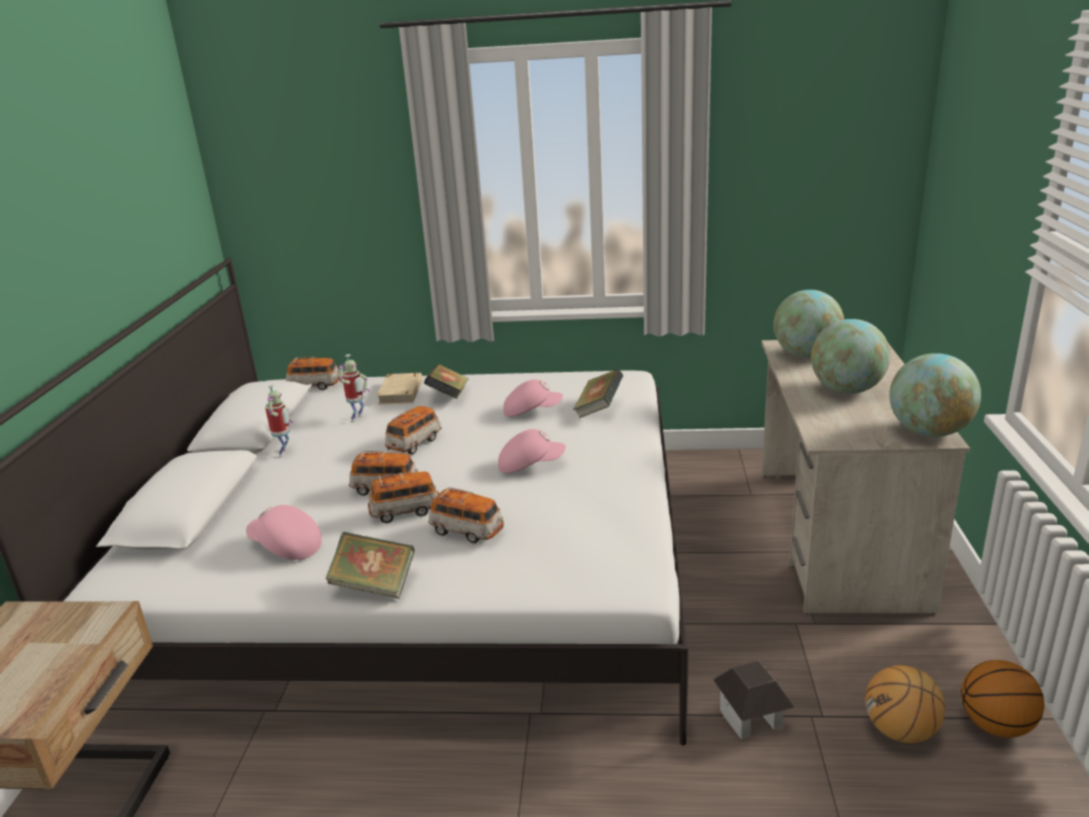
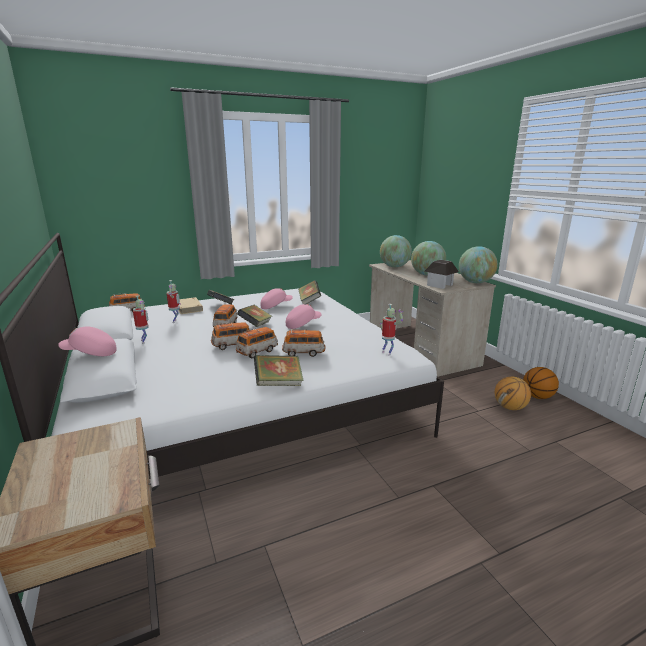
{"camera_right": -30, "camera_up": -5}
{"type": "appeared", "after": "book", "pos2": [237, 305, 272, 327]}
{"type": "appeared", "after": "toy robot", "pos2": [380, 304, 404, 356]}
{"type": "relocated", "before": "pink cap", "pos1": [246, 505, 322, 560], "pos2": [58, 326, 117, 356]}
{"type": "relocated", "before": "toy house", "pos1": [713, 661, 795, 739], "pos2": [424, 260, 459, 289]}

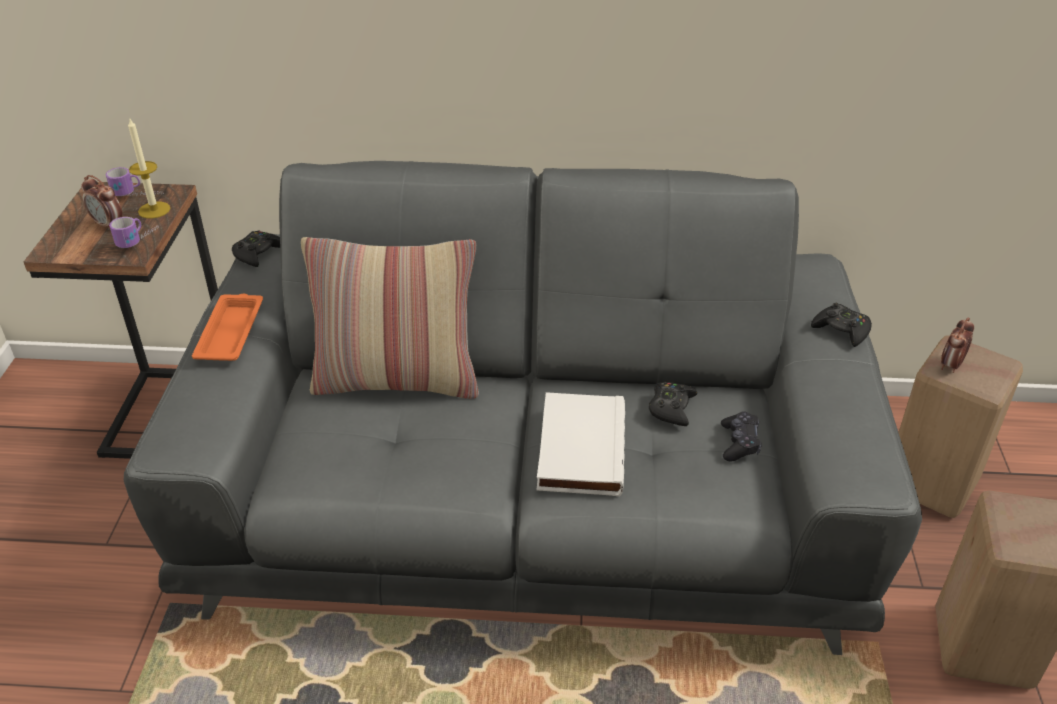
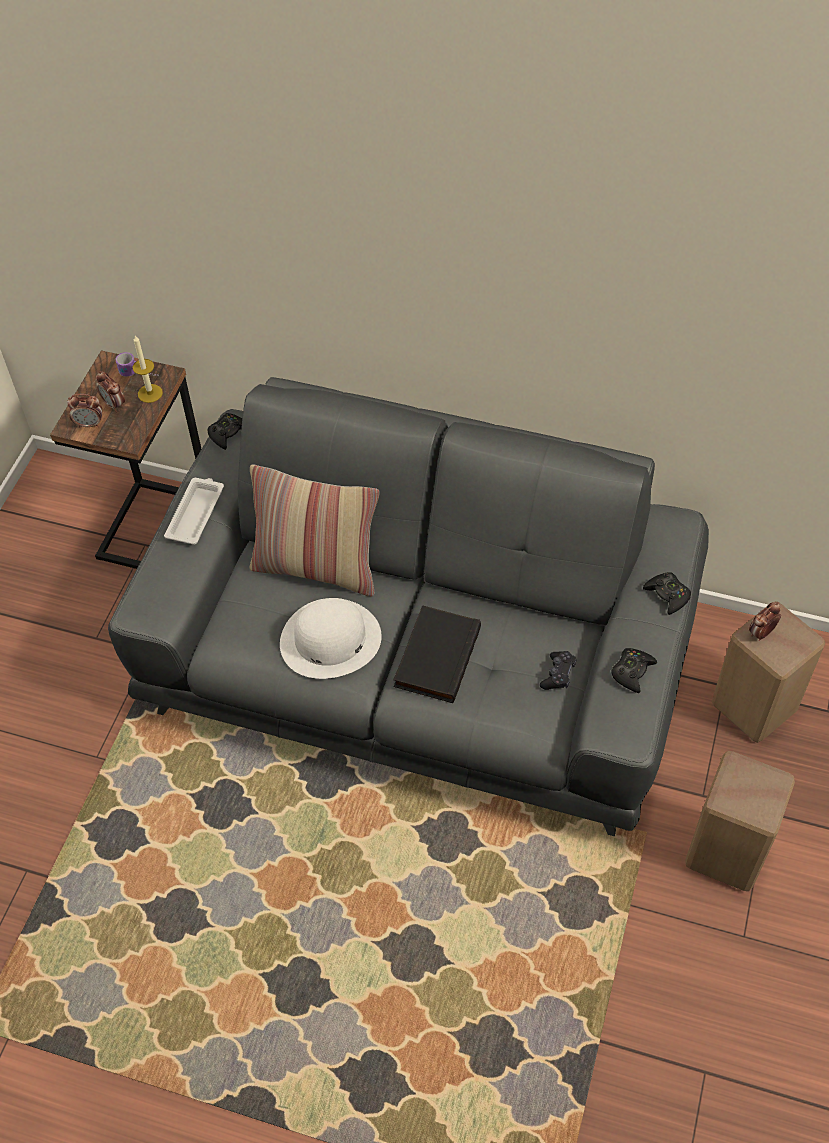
{"camera_right": 15, "camera_up": 15}
{"type": "missing", "before": "mug", "pos1": [109, 217, 159, 248]}
{"type": "appeared", "after": "alarm clock", "pos2": [67, 394, 102, 428]}
{"type": "appeared", "after": "white hat", "pos2": [280, 598, 382, 679]}
{"type": "relocated", "before": "black game controller", "pos1": [649, 382, 698, 426], "pos2": [611, 648, 657, 693]}
{"type": "colour", "before": "orange tray", "after": "white tray", "pos1": [192, 293, 263, 361], "pos2": [164, 478, 224, 545]}
{"type": "colour", "before": "white book", "after": "black book", "pos1": [536, 392, 625, 496], "pos2": [393, 605, 481, 703]}

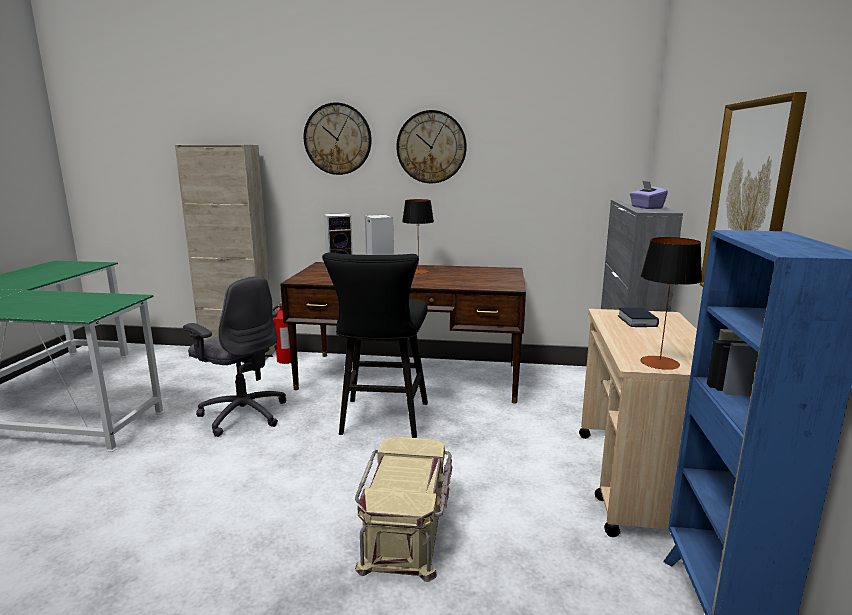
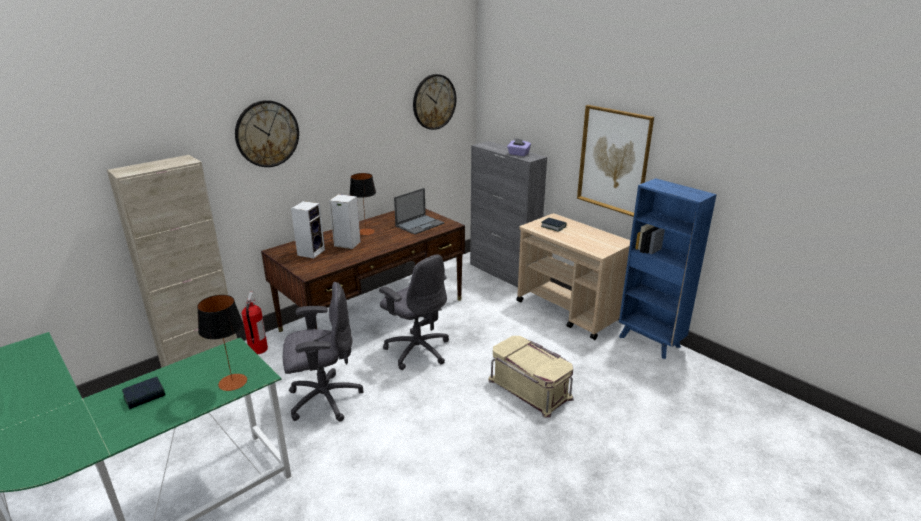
{"camera_right": -50, "camera_up": 10}
{"type": "appeared", "after": "book", "pos2": [122, 377, 165, 409]}
{"type": "appeared", "after": "laptop", "pos2": [394, 188, 444, 235]}
{"type": "relocated", "before": "wall clock", "pos1": [396, 110, 467, 183], "pos2": [413, 74, 456, 130]}
{"type": "relocated", "before": "table lamp", "pos1": [640, 237, 702, 370], "pos2": [197, 295, 247, 391]}
{"type": "exchanged", "before": "black stool", "after": "grey office chair", "pos1": [322, 252, 428, 438], "pos2": [379, 254, 449, 370]}

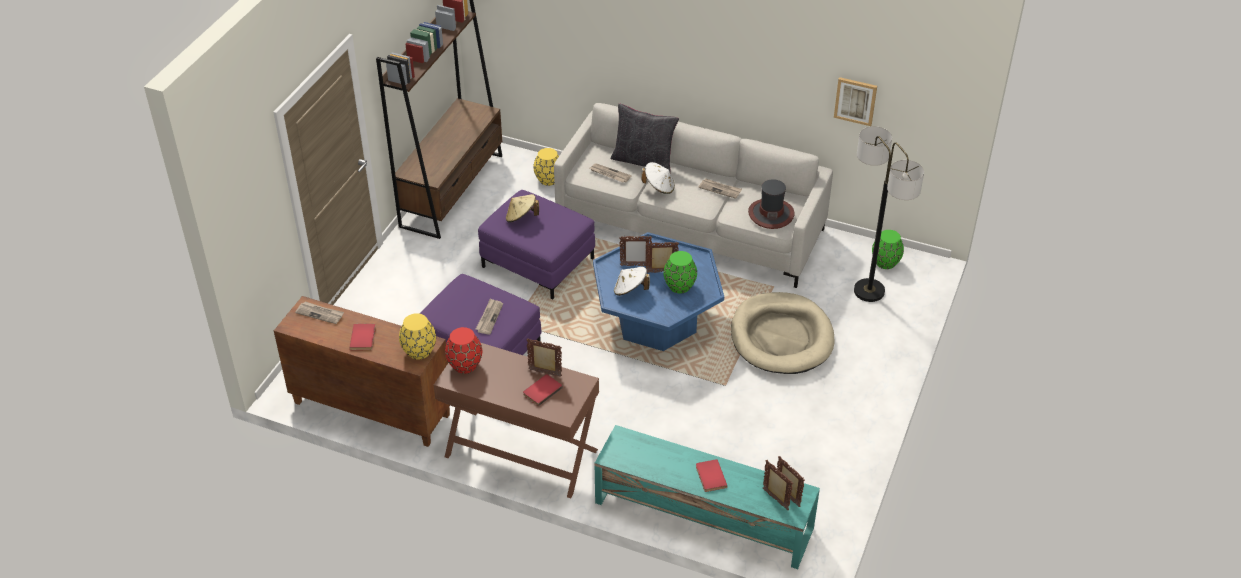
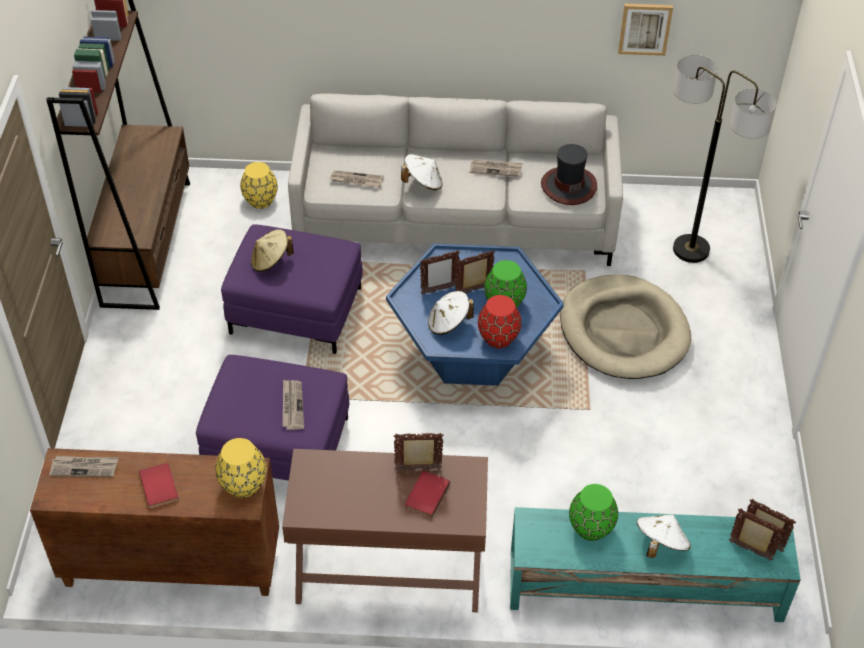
{"camera_right": -20, "camera_up": 5}
{"type": "missing", "before": "black pillow", "pos1": [611, 103, 679, 172]}
{"type": "relocated", "before": "red vase", "pos1": [445, 327, 482, 374], "pos2": [478, 295, 521, 348]}
{"type": "relocated", "before": "green vase", "pos1": [872, 230, 904, 269], "pos2": [569, 484, 618, 541]}
{"type": "exchanged", "before": "red book", "after": "white hat", "pos1": [696, 459, 727, 492], "pos2": [637, 514, 691, 558]}

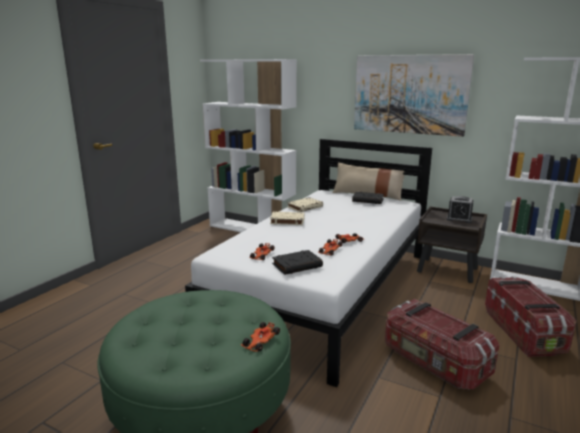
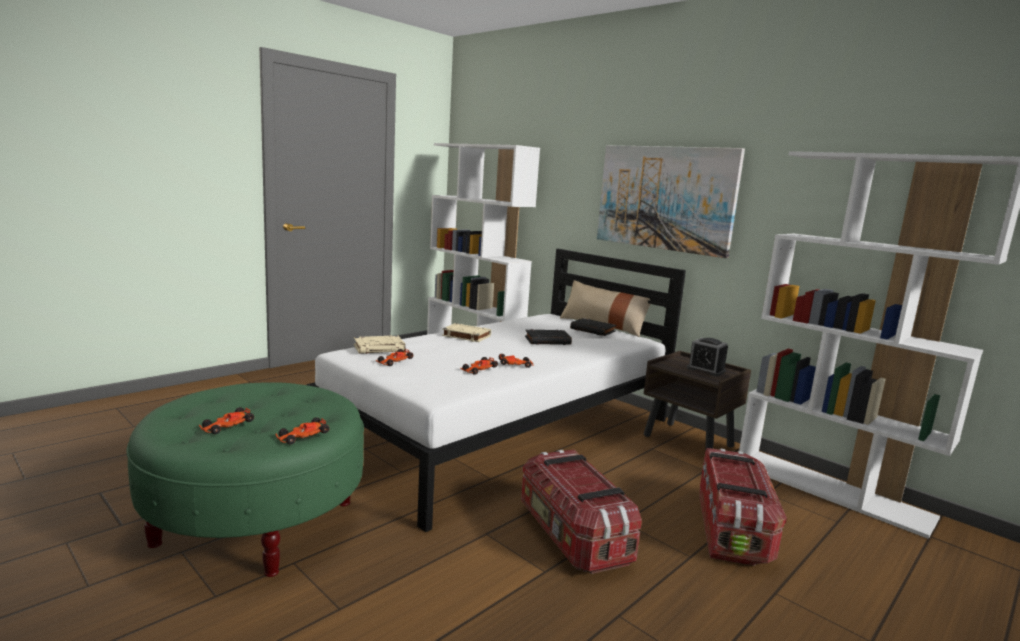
{"camera_right": 15, "camera_up": -5}
{"type": "appeared", "after": "toy car", "pos2": [199, 407, 254, 434]}
{"type": "relocated", "before": "black book", "pos1": [272, 250, 323, 275], "pos2": [525, 329, 572, 345]}
{"type": "relocated", "before": "beige book", "pos1": [287, 197, 323, 212], "pos2": [354, 335, 405, 354]}

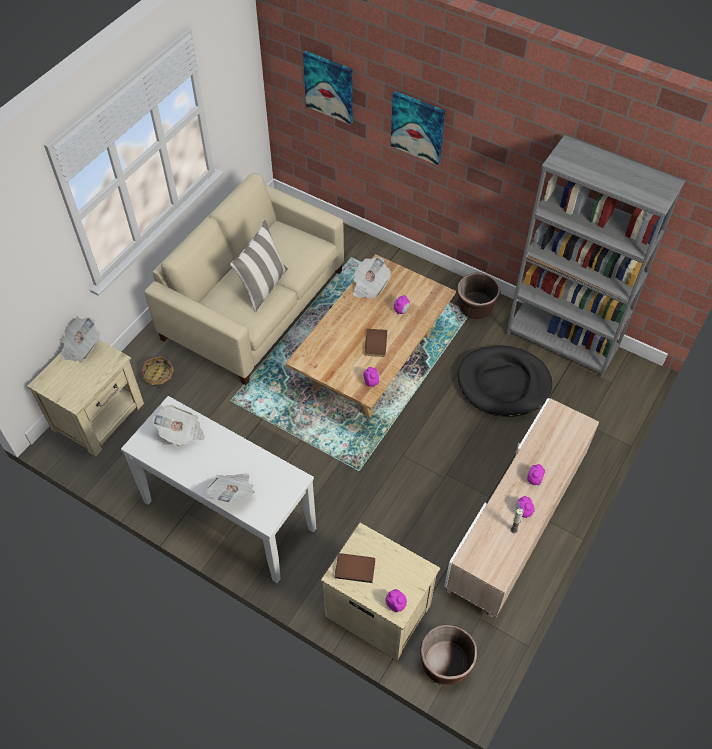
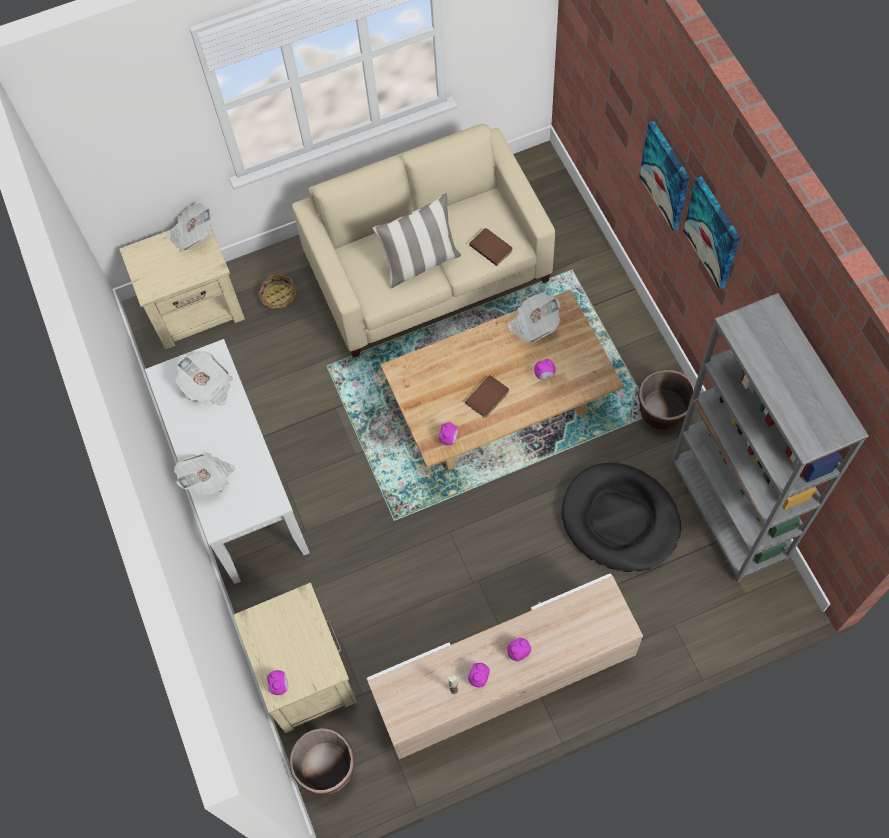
{"camera_right": 40, "camera_up": 10}
{"type": "relocated", "before": "picture", "pos1": [303, 51, 353, 124], "pos2": [683, 176, 740, 290]}
{"type": "relocated", "before": "brown book", "pos1": [334, 553, 375, 583], "pos2": [469, 228, 512, 266]}

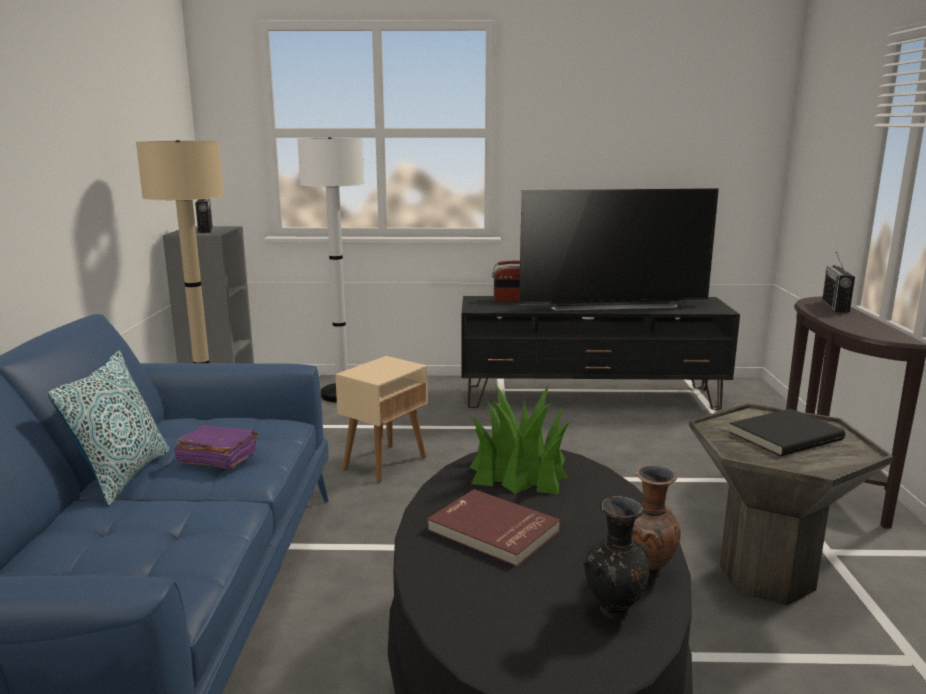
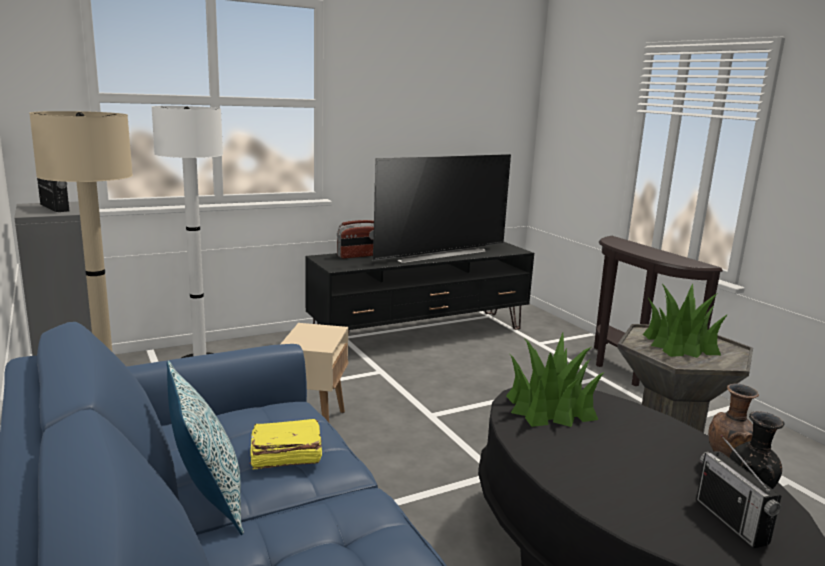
{"camera_right": -30, "camera_up": 0}
{"type": "missing", "before": "red book", "pos1": [427, 489, 561, 567]}
{"type": "relocated", "before": "radio", "pos1": [822, 252, 855, 313], "pos2": [696, 435, 781, 549]}
{"type": "exchanged", "before": "black book", "after": "potted plant", "pos1": [729, 409, 845, 457], "pos2": [643, 283, 728, 358]}
{"type": "colour", "before": "purple book", "after": "yellow book", "pos1": [174, 425, 258, 469], "pos2": [250, 419, 322, 469]}

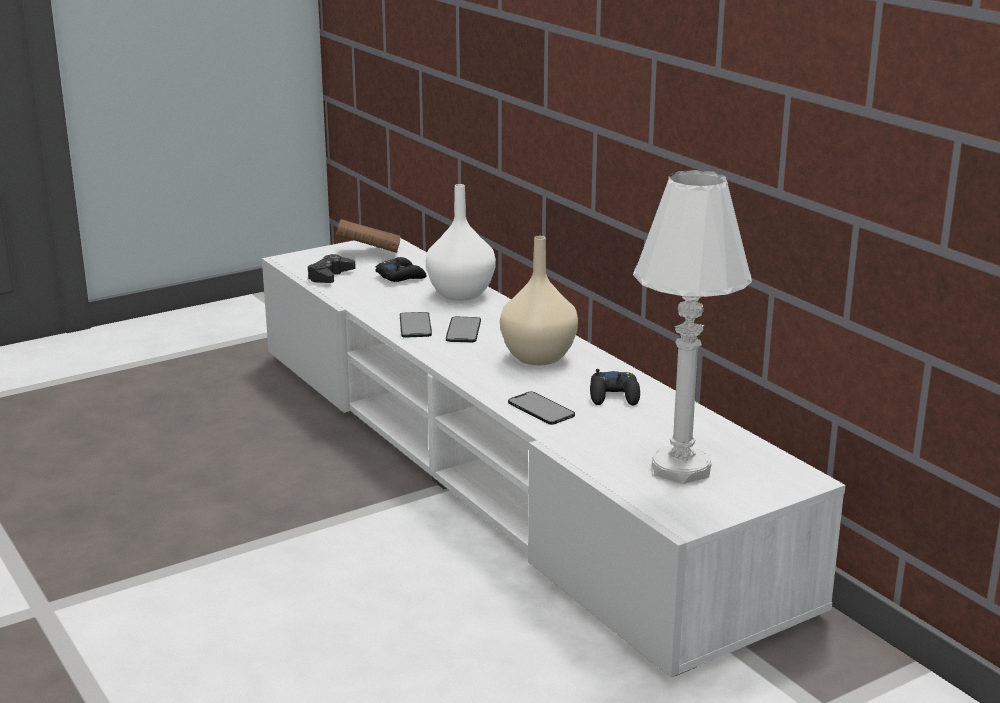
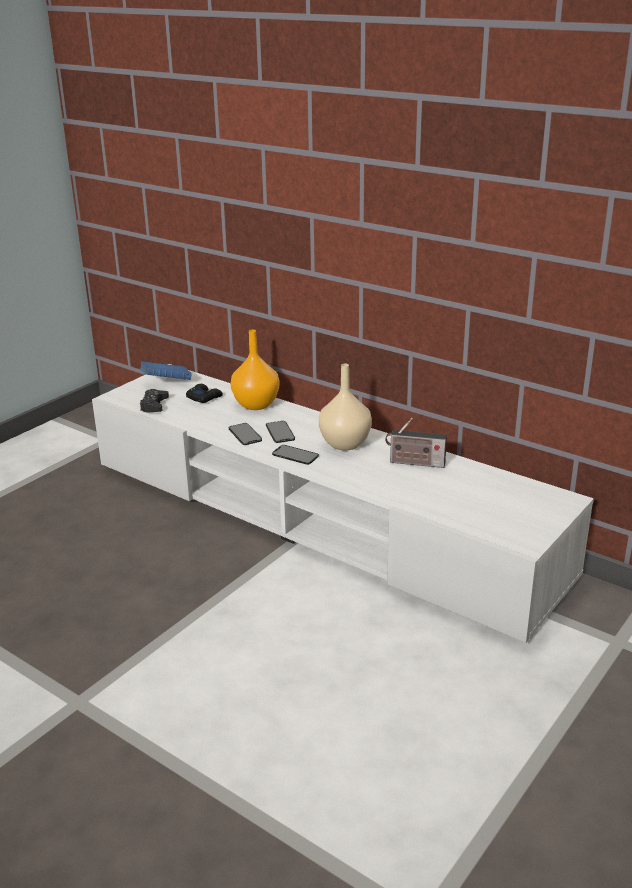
{"camera_right": -20, "camera_up": 5}
{"type": "missing", "before": "white table lamp", "pos1": [633, 170, 752, 484]}
{"type": "relocated", "before": "phone", "pos1": [508, 392, 575, 425], "pos2": [272, 445, 319, 465]}
{"type": "exchanged", "before": "black game controller", "after": "radio", "pos1": [590, 369, 640, 405], "pos2": [385, 418, 447, 468]}
{"type": "colour", "before": "brown book", "after": "blue book", "pos1": [336, 219, 400, 253], "pos2": [140, 361, 192, 380]}
{"type": "colour", "before": "white vase", "after": "orange vase", "pos1": [426, 184, 496, 301], "pos2": [230, 330, 279, 410]}

